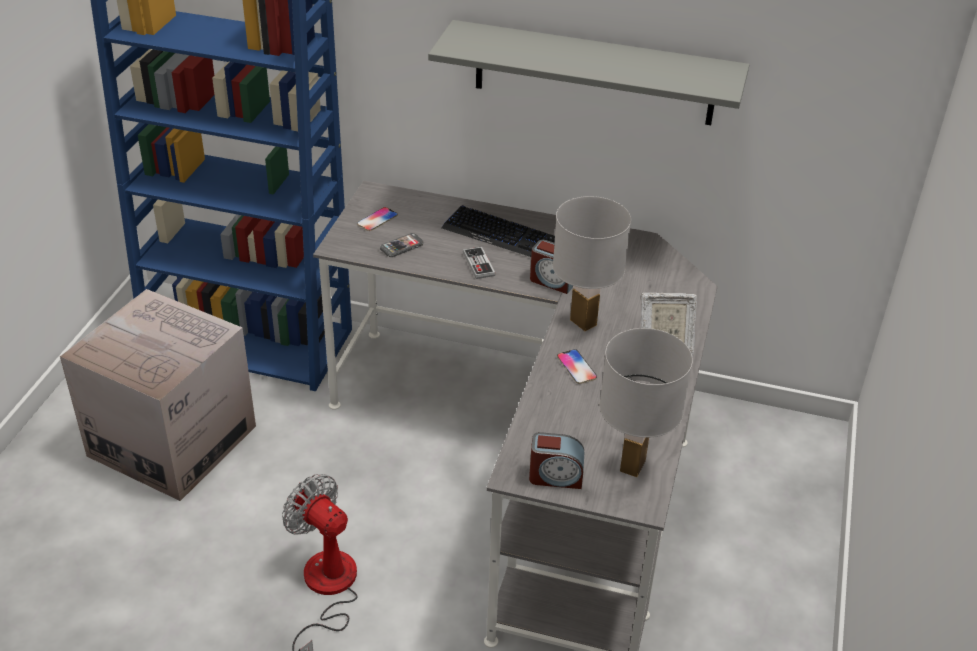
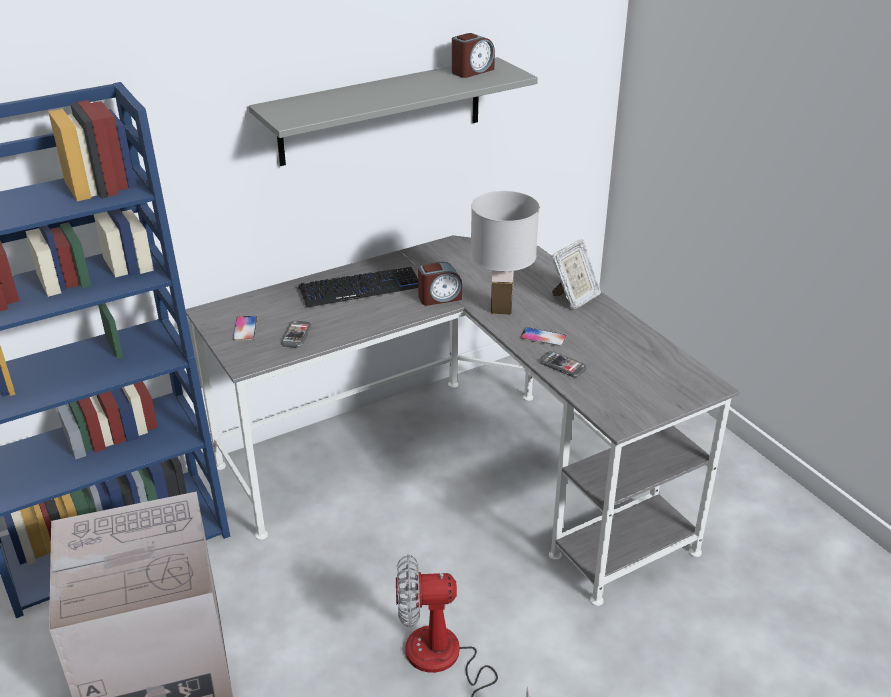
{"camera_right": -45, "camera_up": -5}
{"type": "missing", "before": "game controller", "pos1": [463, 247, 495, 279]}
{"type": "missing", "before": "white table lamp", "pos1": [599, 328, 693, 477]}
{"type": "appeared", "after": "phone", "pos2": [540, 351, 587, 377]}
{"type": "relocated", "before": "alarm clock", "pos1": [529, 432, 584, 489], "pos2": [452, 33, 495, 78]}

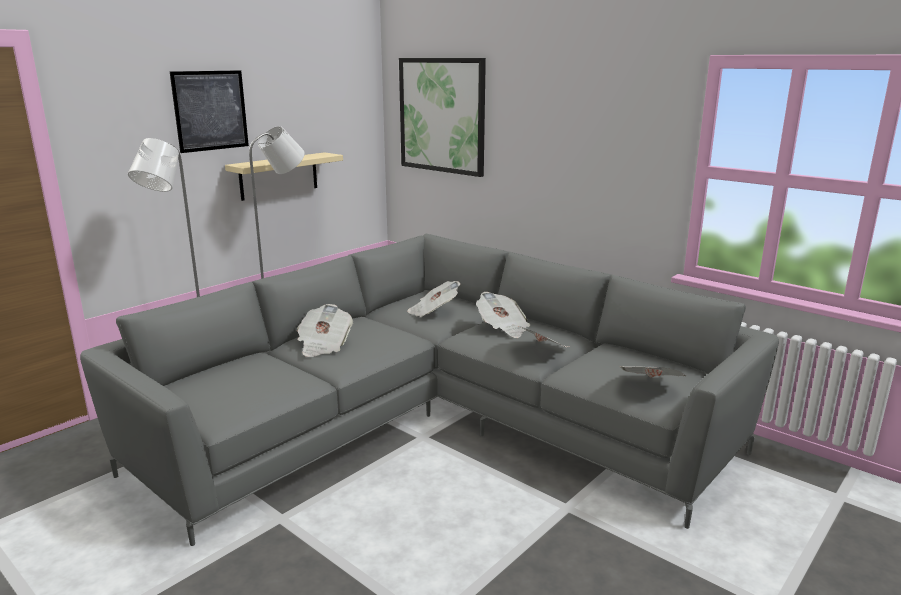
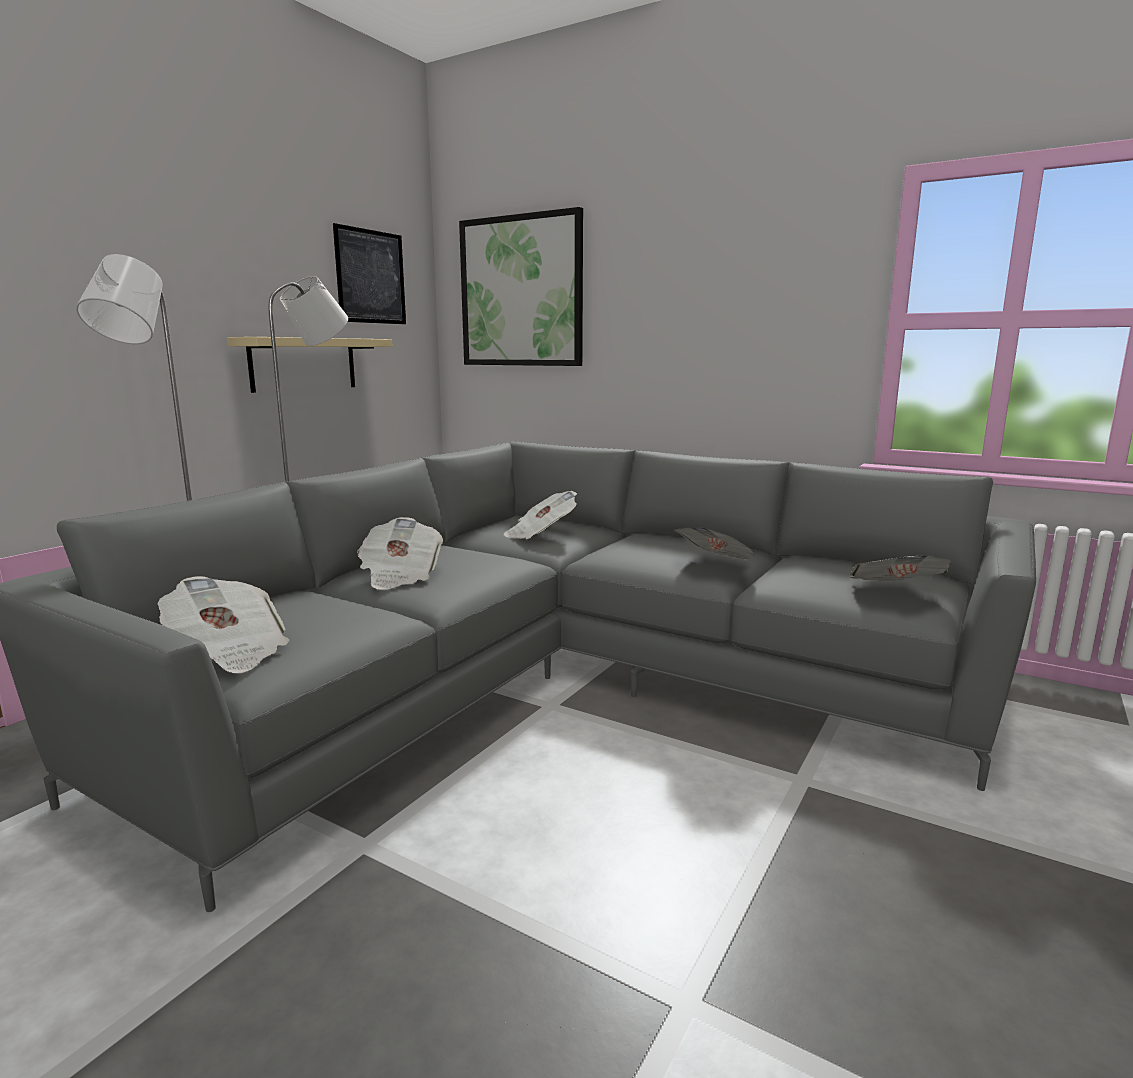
{"camera_right": -10, "camera_up": -5}
{"type": "relocated", "before": "picture", "pos1": [170, 70, 249, 153], "pos2": [333, 223, 406, 324]}
{"type": "relocated", "before": "newspaper", "pos1": [476, 292, 530, 338], "pos2": [157, 576, 289, 673]}

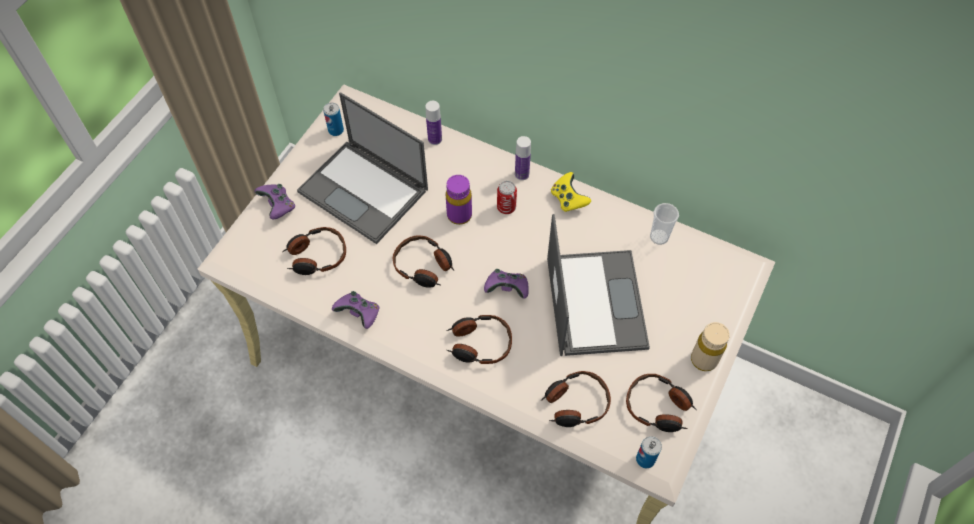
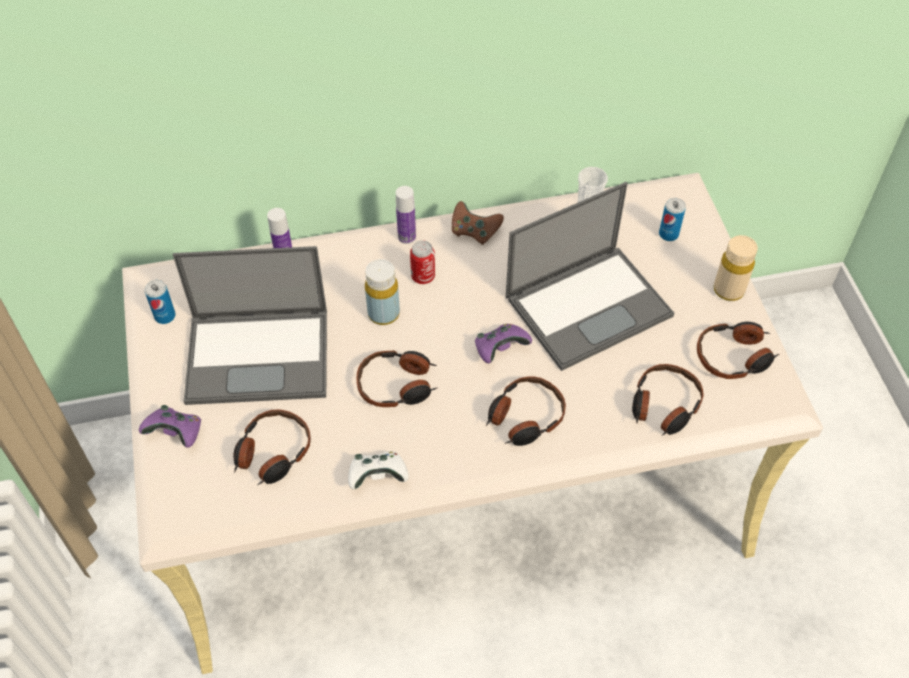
{"camera_right": -40, "camera_up": -5}
{"type": "relocated", "before": "can", "pos1": [636, 436, 662, 468], "pos2": [659, 198, 686, 241]}
{"type": "colour", "before": "purple game controller", "after": "white game controller", "pos1": [332, 291, 380, 329], "pos2": [348, 451, 409, 490]}
{"type": "colour", "before": "purple bottle", "after": "yellow bottle", "pos1": [446, 175, 472, 225], "pos2": [365, 259, 400, 325]}
{"type": "colour", "before": "yellow game controller", "after": "brown game controller", "pos1": [551, 172, 591, 212], "pos2": [452, 201, 504, 245]}
{"type": "spun", "before": "laptop", "pos1": [547, 214, 650, 356], "pos2": [506, 182, 674, 371], "turn": 105}

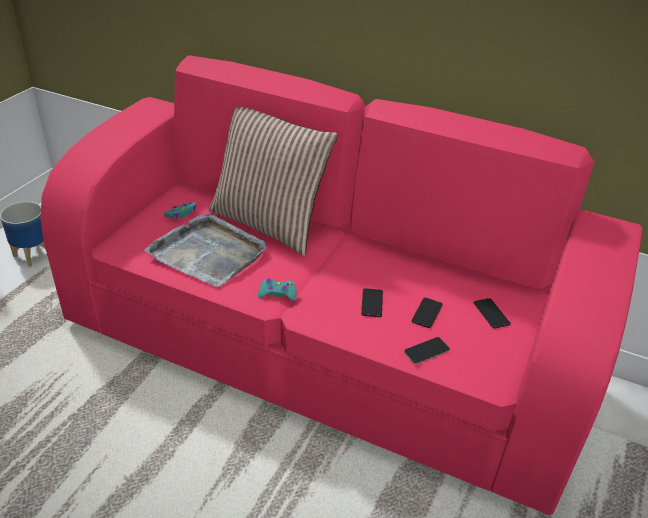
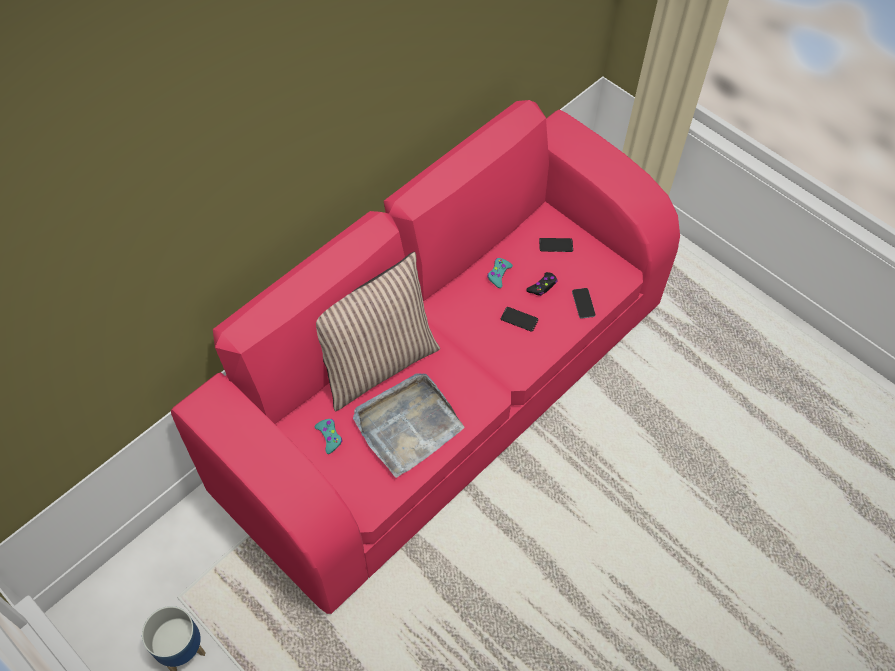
{"camera_right": -70, "camera_up": 20}
{"type": "relocated", "before": "turquoise game controller", "pos1": [258, 278, 296, 301], "pos2": [487, 258, 513, 288]}
{"type": "exchanged", "before": "phone", "after": "black game controller", "pos1": [411, 298, 443, 328], "pos2": [526, 272, 558, 296]}

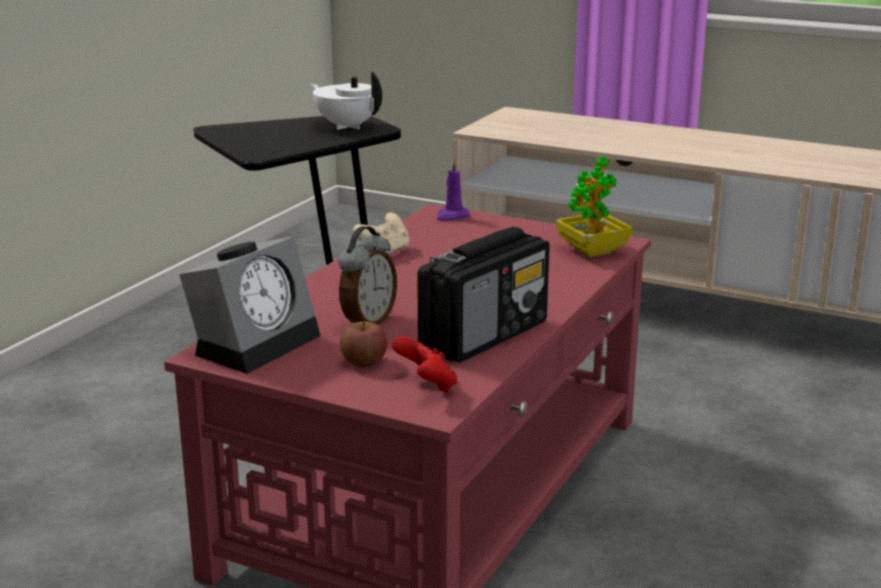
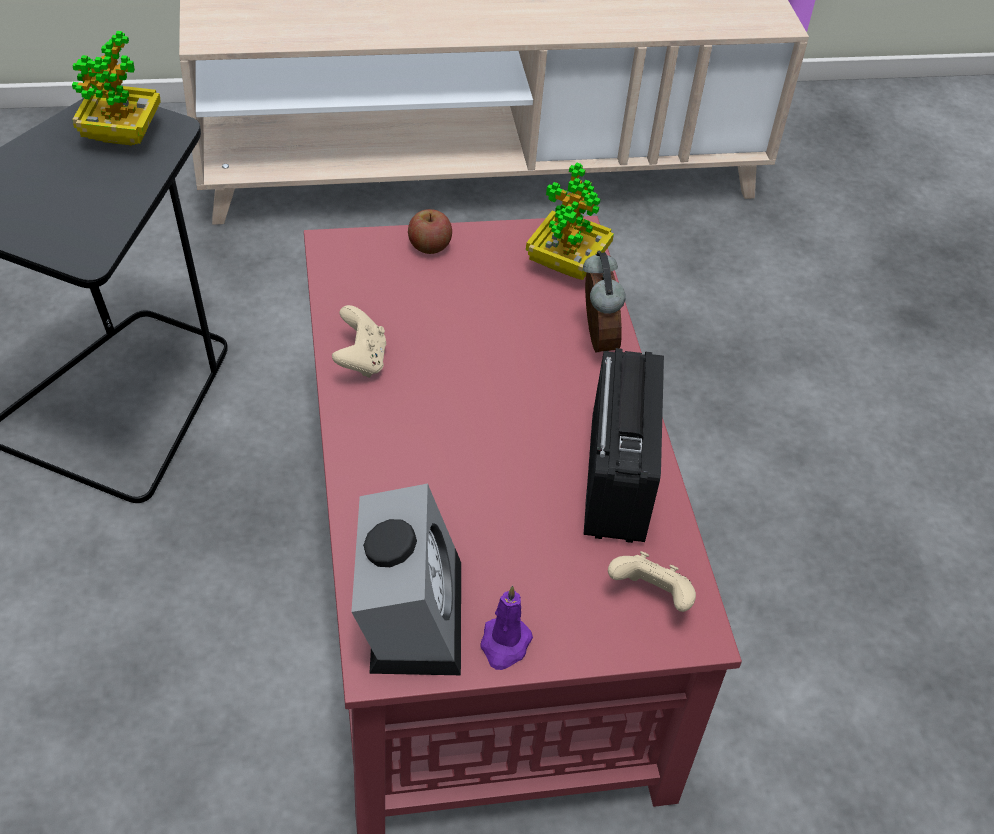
{"camera_right": -40, "camera_up": 25}
{"type": "relocated", "before": "alarm clock", "pos1": [338, 226, 397, 325], "pos2": [583, 251, 625, 352]}
{"type": "relocated", "before": "apple", "pos1": [340, 322, 387, 367], "pos2": [408, 209, 452, 254]}
{"type": "relocated", "before": "purple candle", "pos1": [437, 159, 470, 221], "pos2": [480, 585, 533, 670]}
{"type": "exchanged", "before": "white teapot", "after": "potted plant", "pos1": [311, 72, 382, 130], "pos2": [72, 31, 161, 145]}
{"type": "colour", "before": "red game controller", "after": "beige game controller", "pos1": [392, 337, 457, 393], "pos2": [608, 551, 696, 612]}

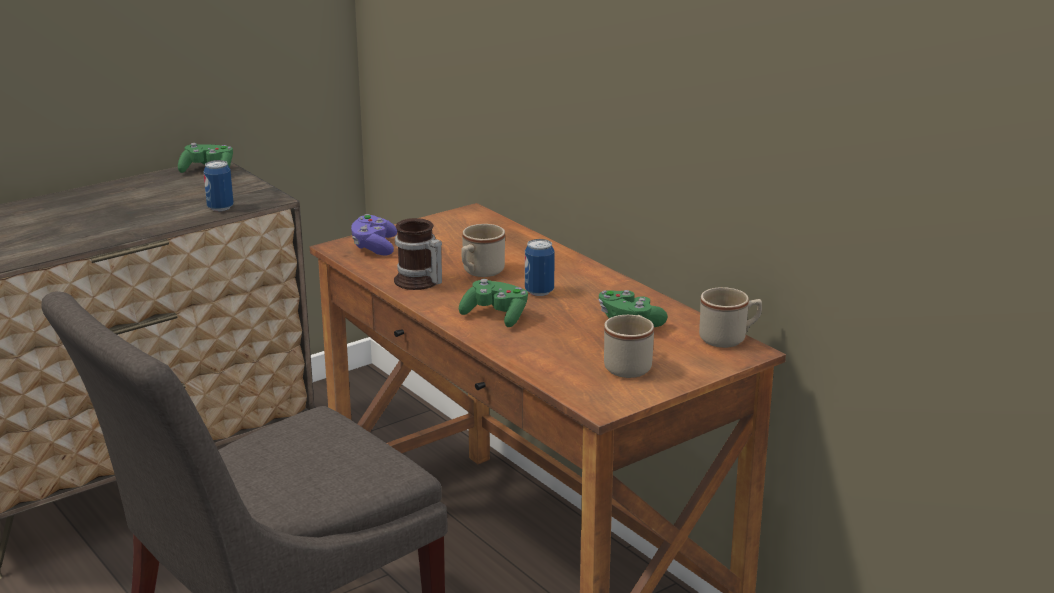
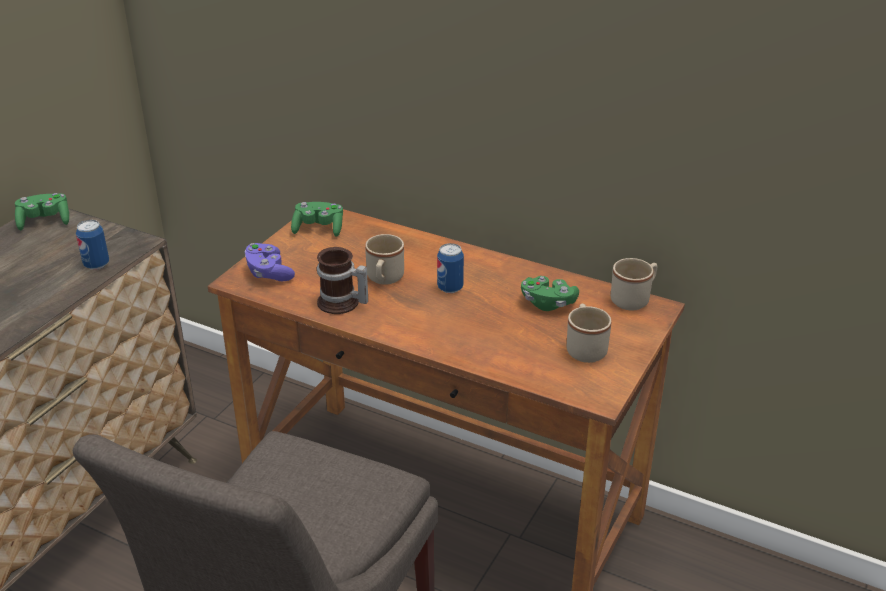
{"camera_right": -25, "camera_up": 10}
{"type": "relocated", "before": "green game controller", "pos1": [459, 279, 528, 327], "pos2": [291, 202, 343, 237]}

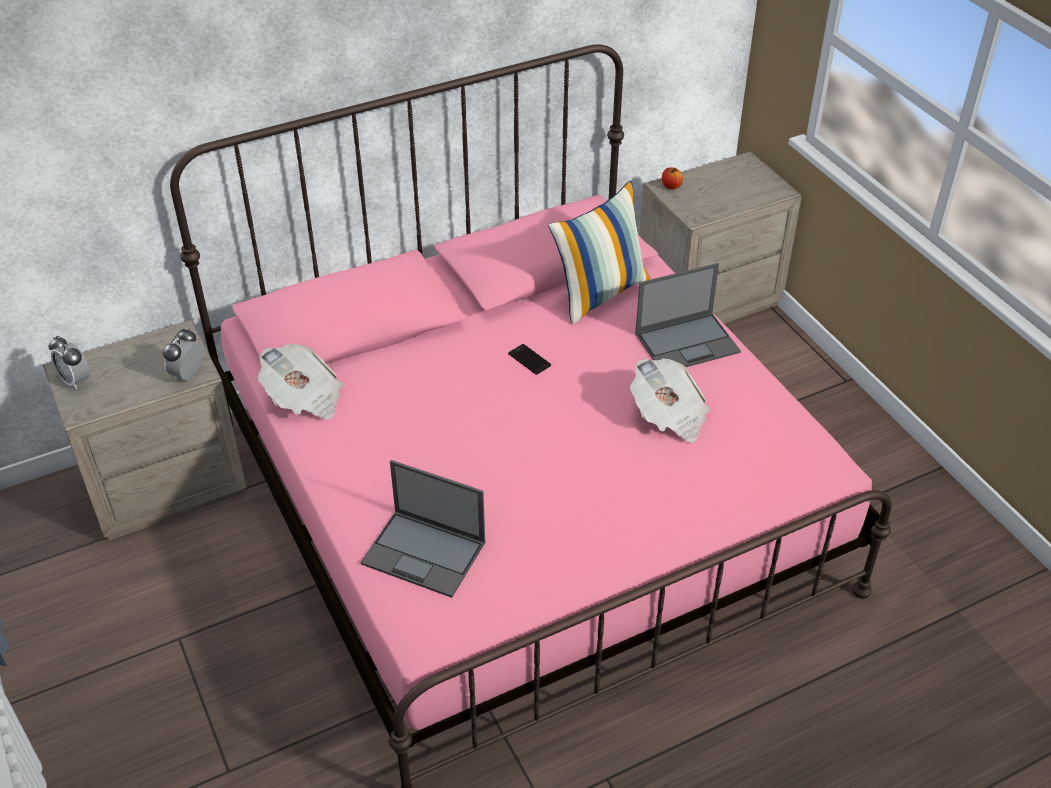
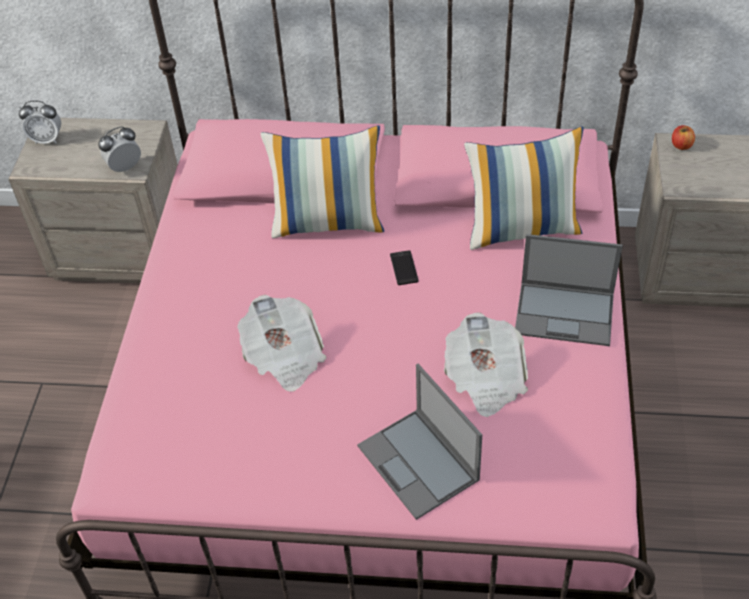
{"camera_right": 35, "camera_up": 5}
{"type": "appeared", "after": "pillow", "pos2": [260, 126, 384, 238]}
{"type": "relocated", "before": "newspaper", "pos1": [258, 344, 343, 420], "pos2": [237, 295, 326, 392]}
{"type": "relocated", "before": "laptop", "pos1": [360, 460, 485, 598], "pos2": [357, 364, 482, 520]}
{"type": "spun", "before": "alarm clock", "pos1": [49, 336, 90, 390], "pos2": [19, 100, 61, 144], "turn": -75}

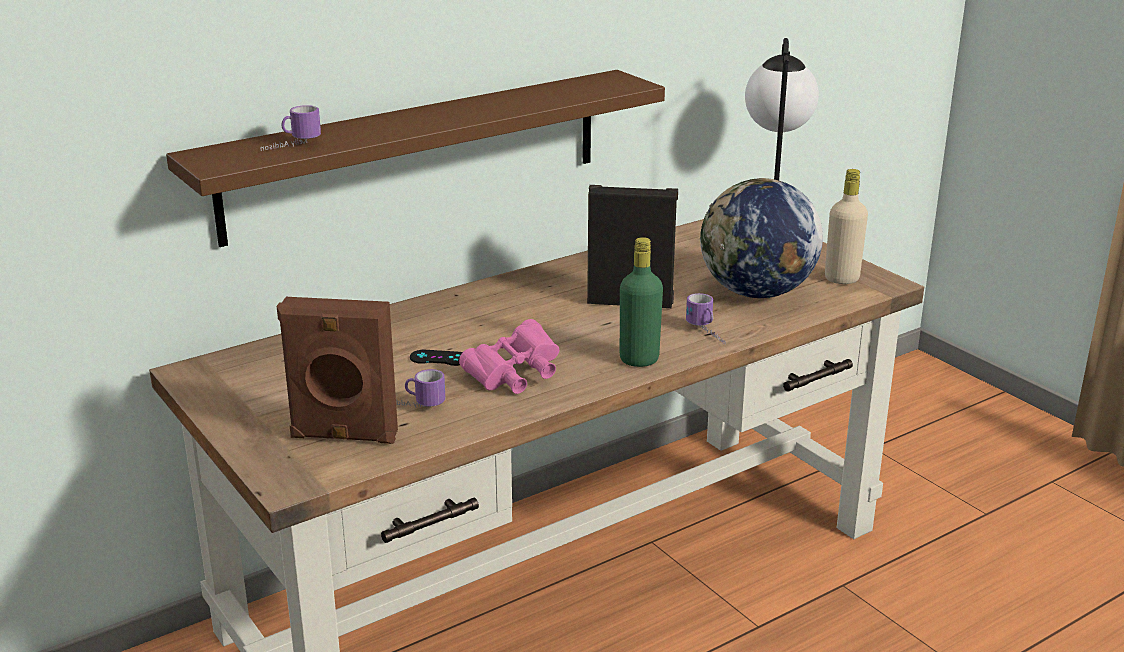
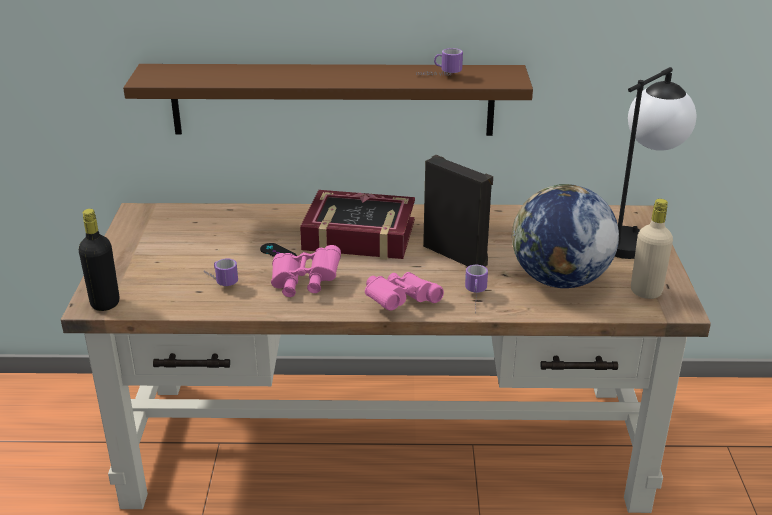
{"camera_right": 35, "camera_up": 5}
{"type": "missing", "before": "brown speaker", "pos1": [277, 297, 398, 444]}
{"type": "appeared", "after": "black bottle", "pos2": [79, 209, 119, 311]}
{"type": "appeared", "after": "book", "pos2": [300, 190, 415, 260]}
{"type": "relocated", "before": "mug", "pos1": [260, 105, 321, 151], "pos2": [416, 48, 463, 76]}
{"type": "exchanged", "before": "green bottle", "after": "pink binoculars", "pos1": [620, 237, 663, 367], "pos2": [365, 272, 444, 311]}

